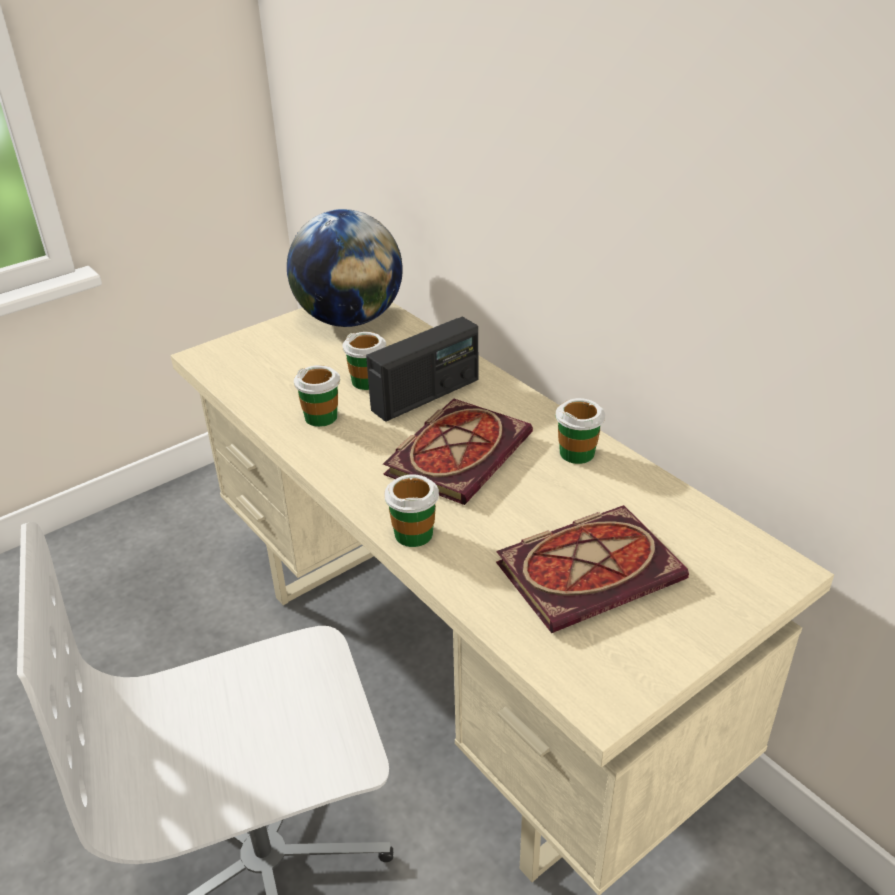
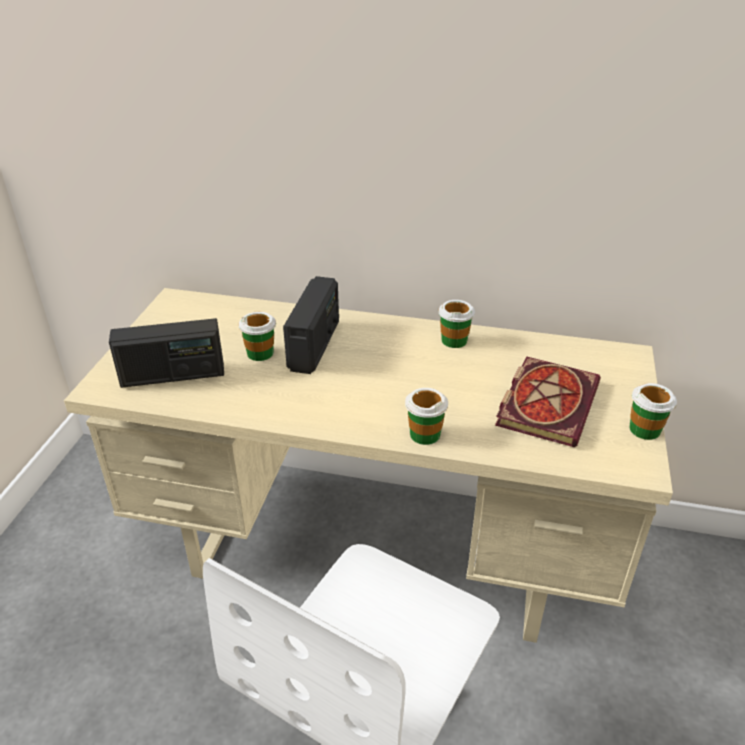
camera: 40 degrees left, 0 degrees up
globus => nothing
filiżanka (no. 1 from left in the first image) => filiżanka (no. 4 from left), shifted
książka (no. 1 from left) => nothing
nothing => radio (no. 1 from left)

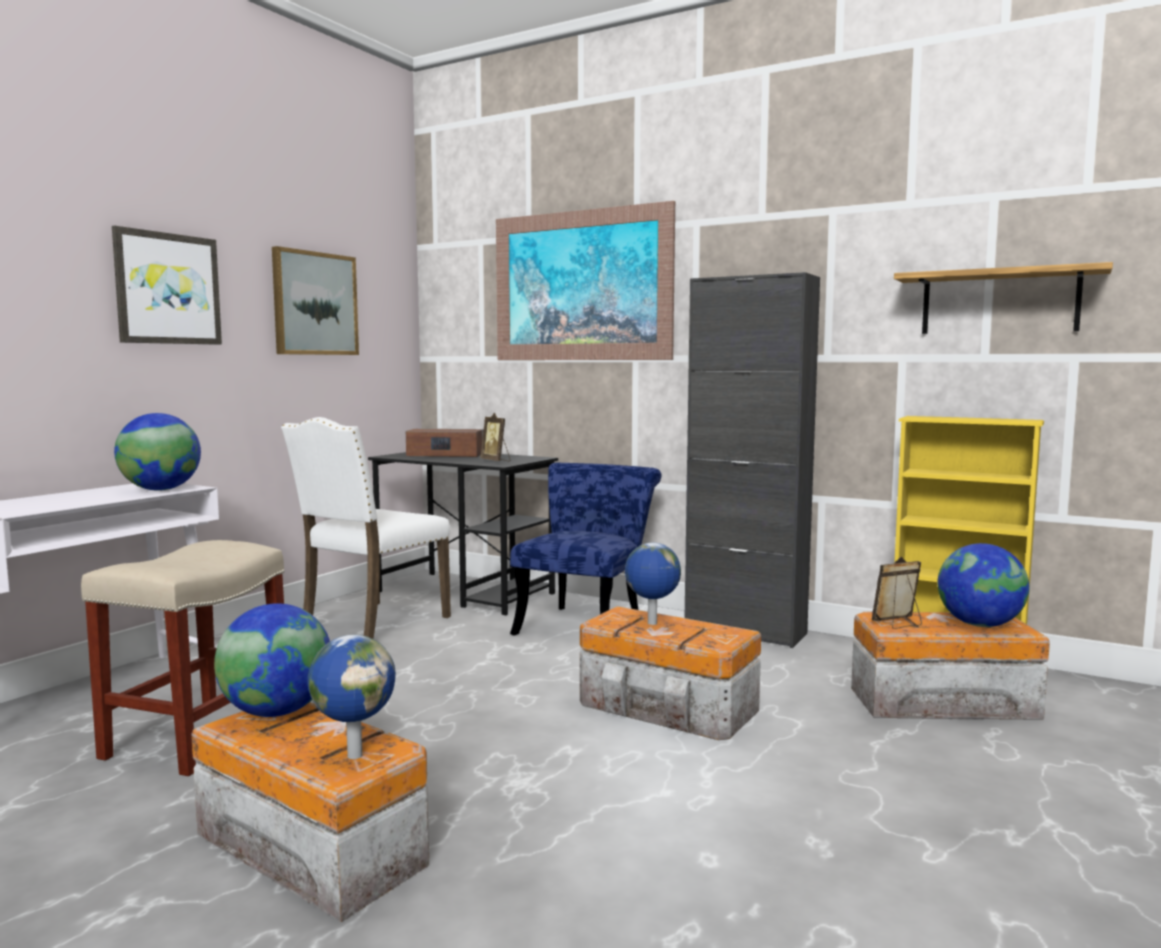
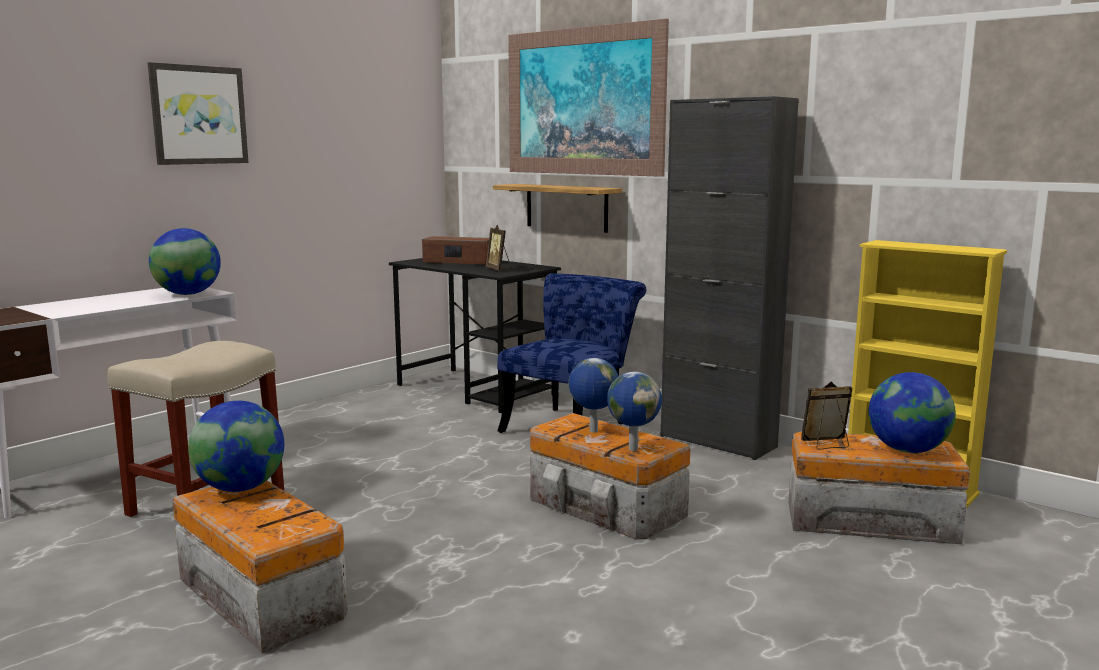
camera: 10 degrees right, 5 degrees up
obraz (no. 2 from left) => nothing
krzesło [biały] => nothing
globus (no. 3 from left in the first image) => globus (no. 4 from left), shifted
półka, shifted

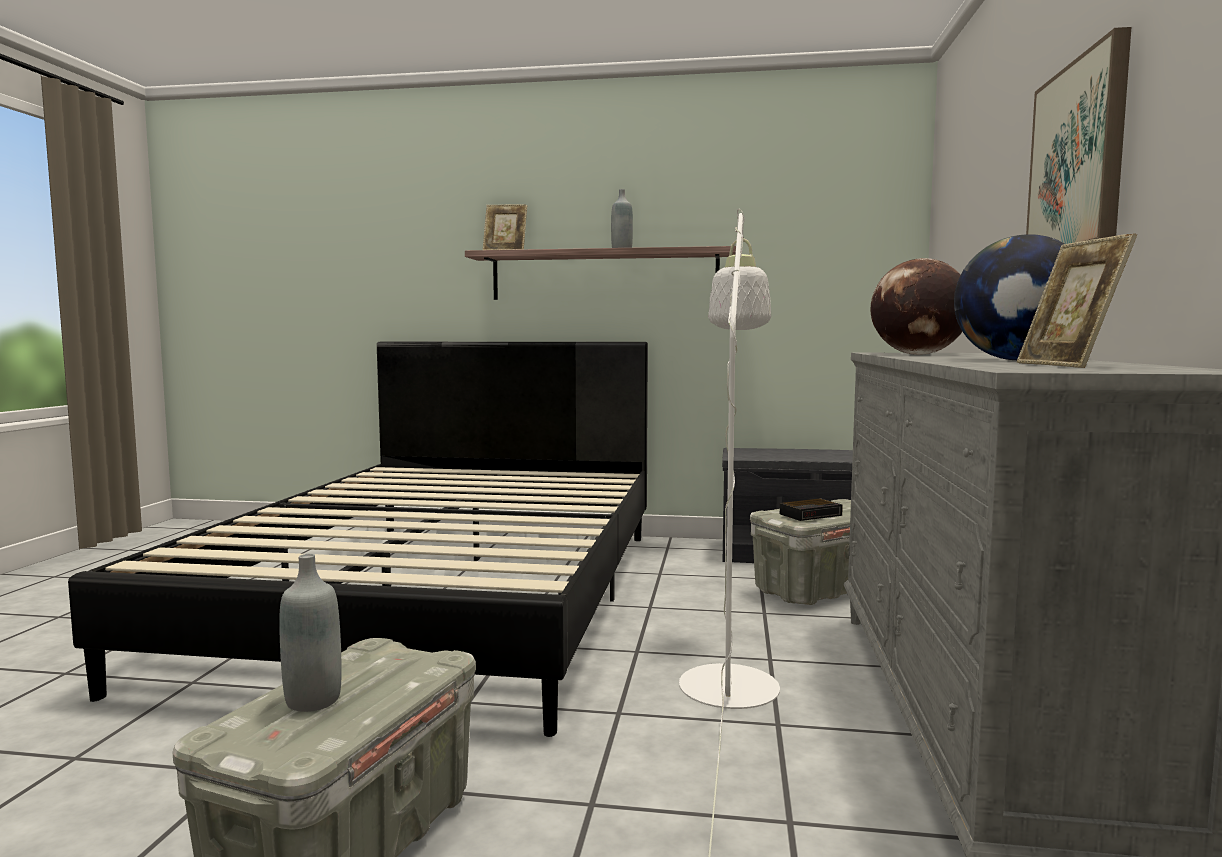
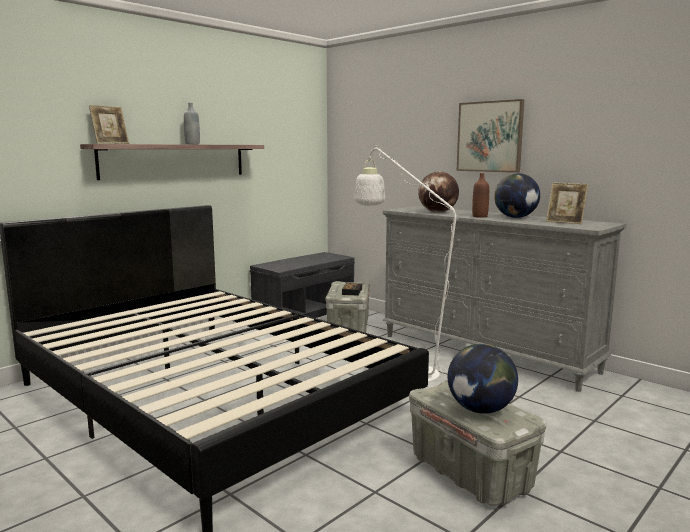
camera: 55 degrees left, 5 degrees up
butelka [szary] (no. 1 from left) => globus (no. 2 from left)
nothing => butelka [brązowy]

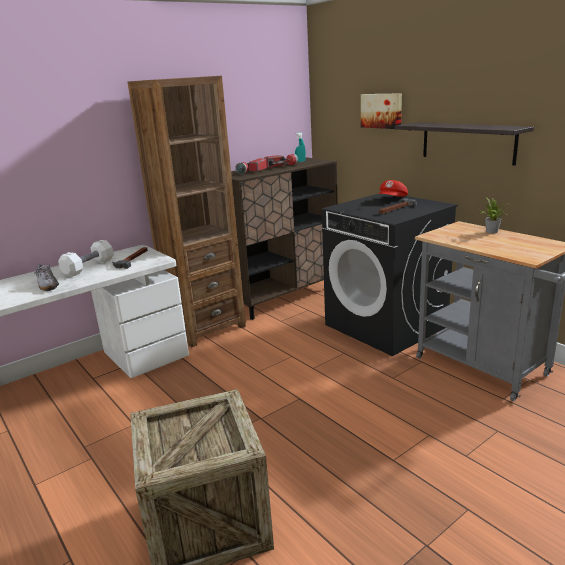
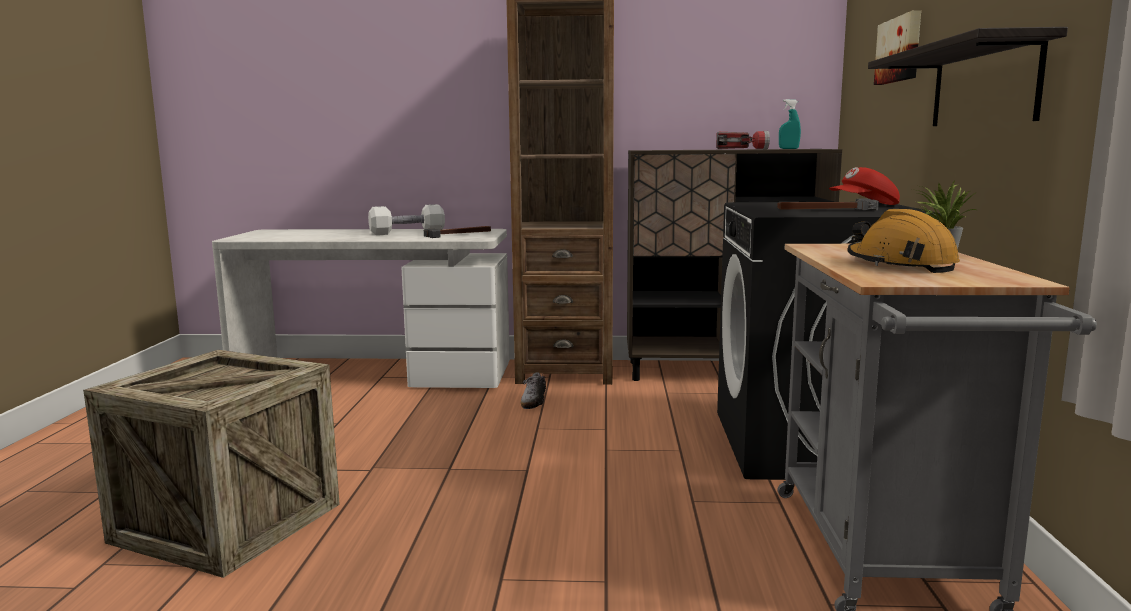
camera: 40 degrees right, 10 degrees down
but, shifted
latarka (no. 1 from left) => nothing
nothing => kask [pomarańczowy]

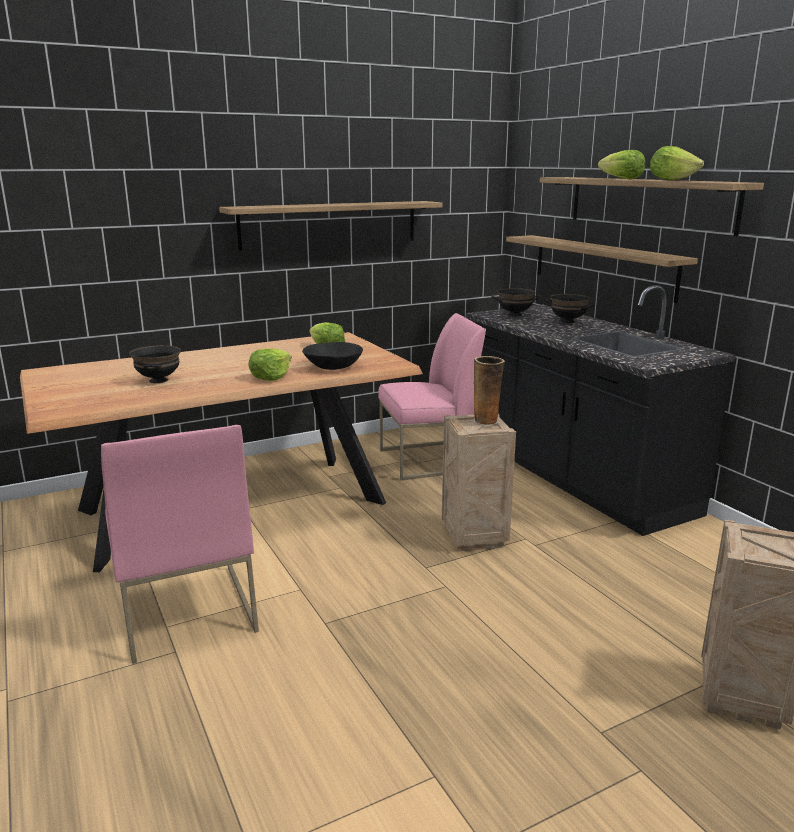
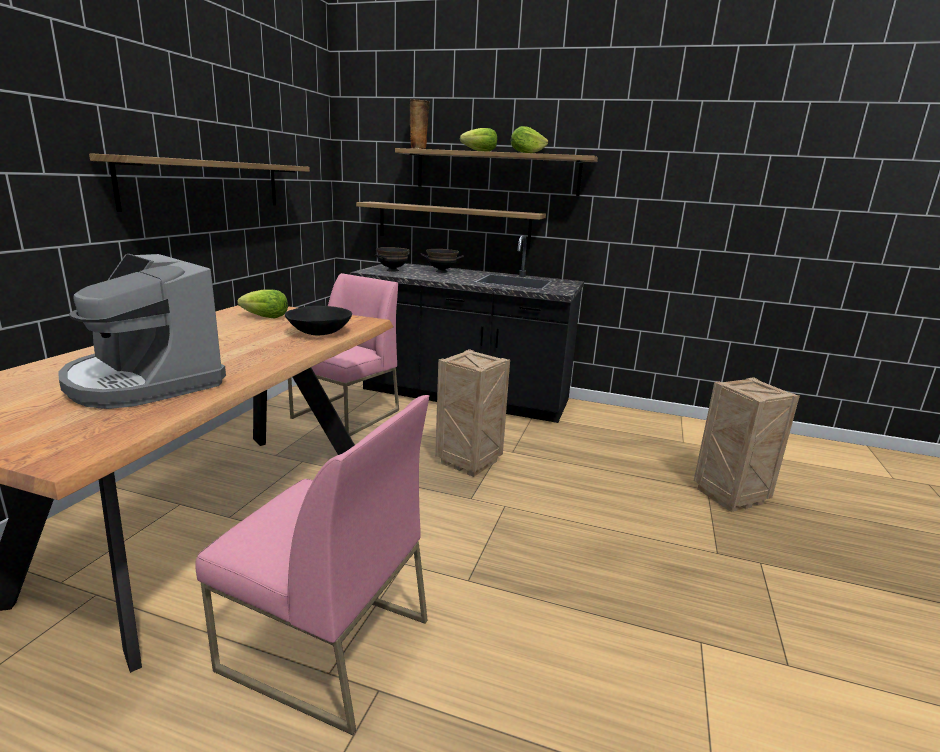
camera: 45 degrees left, 0 degrees up
miska [czarny] (no. 1 from left) => ekspres do kawy
sałata (no. 1 from left) => nothing
wazon, shifted

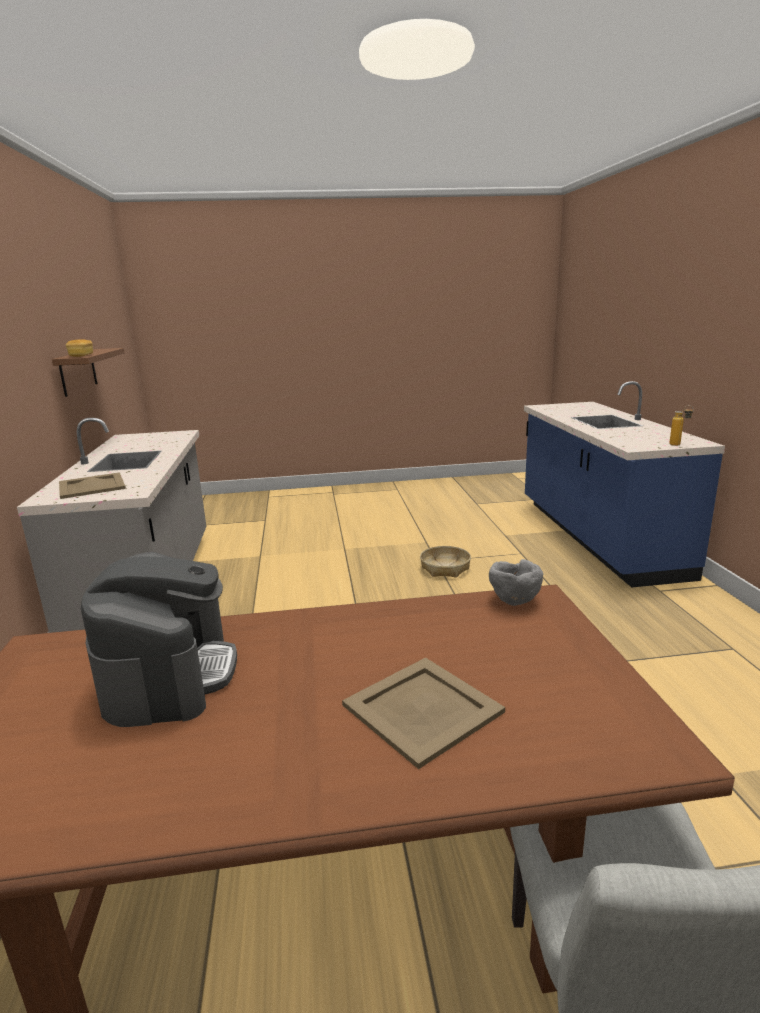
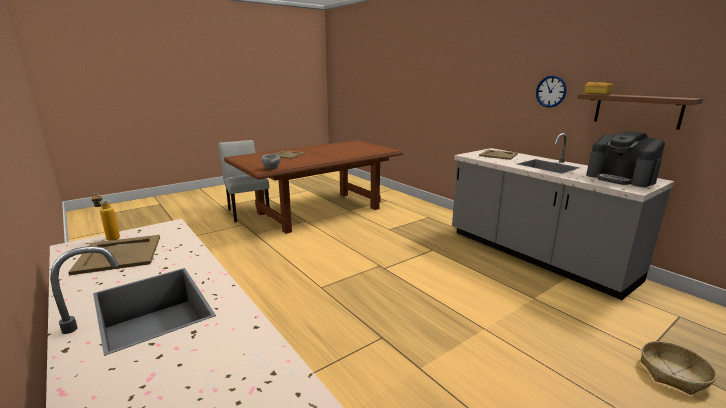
camera: 150 degrees right, 0 degrees up
ekspres do kawy, shifted
koszyk, shifted
nothing => taca [beżowy] (no. 1 from left)
nothing => zegar ścienny

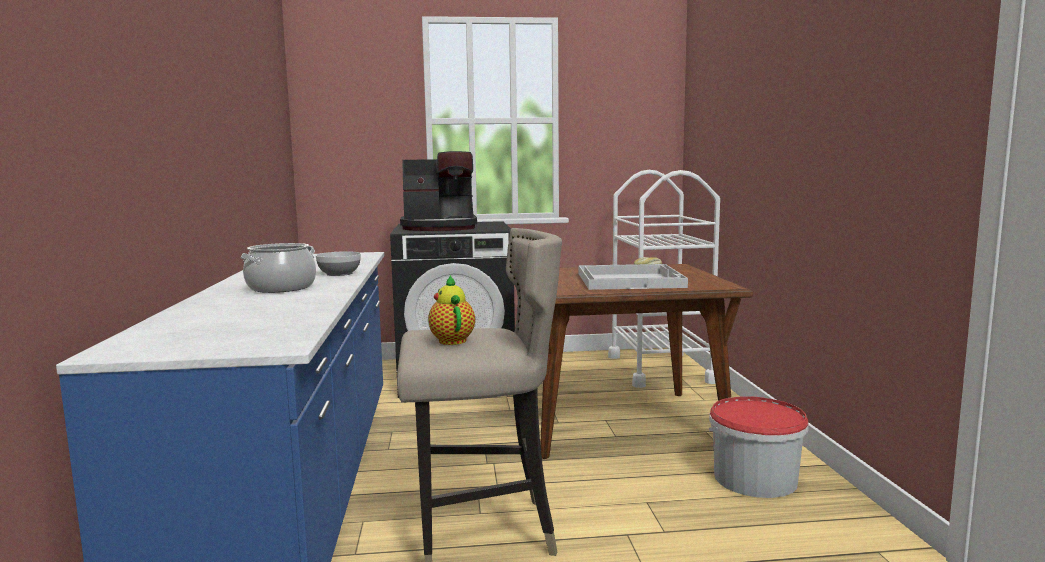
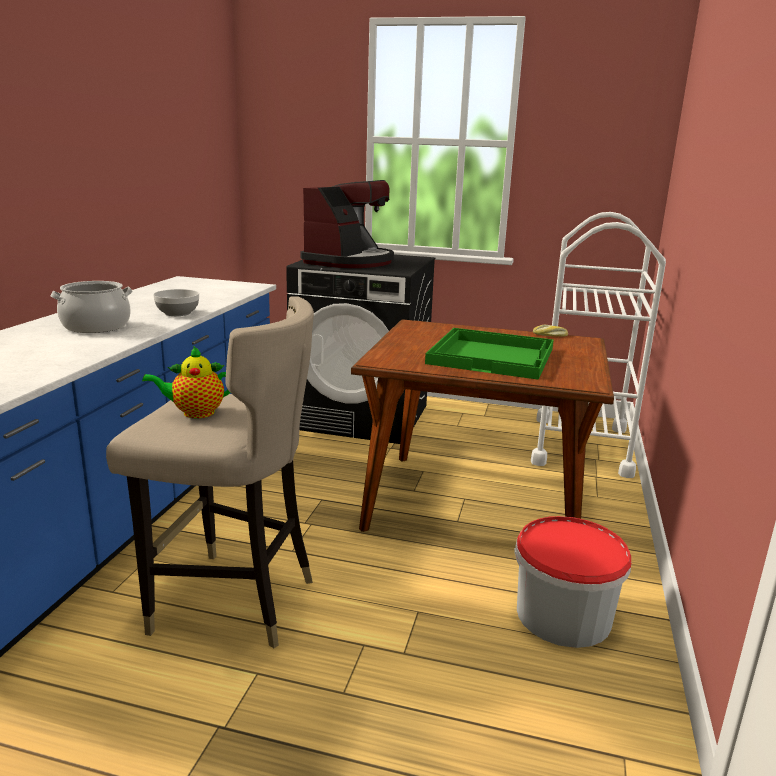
camera: 20 degrees right, 10 degrees up
ekspres do kawy, 75 degrees counterclockwise
imbryk, 105 degrees counterclockwise
taca [biały] => taca [zielony]

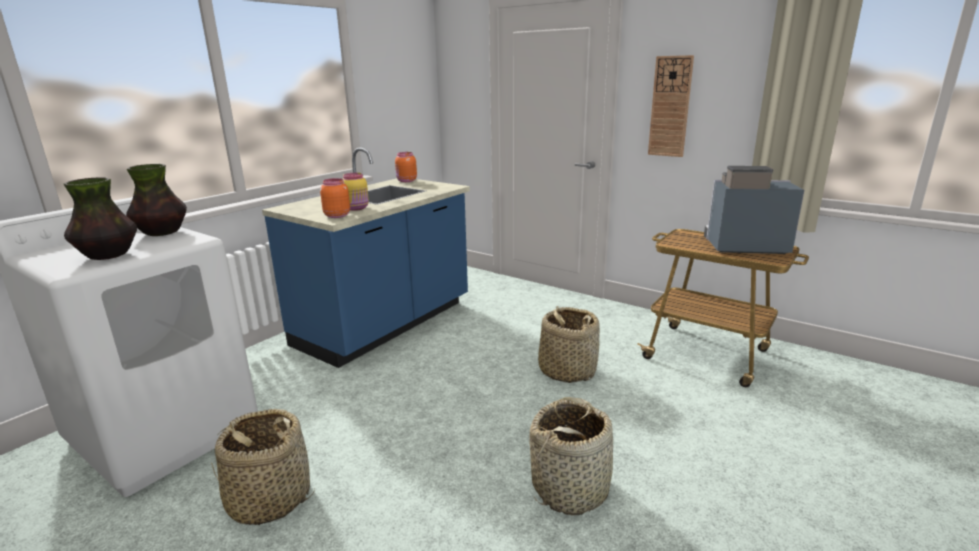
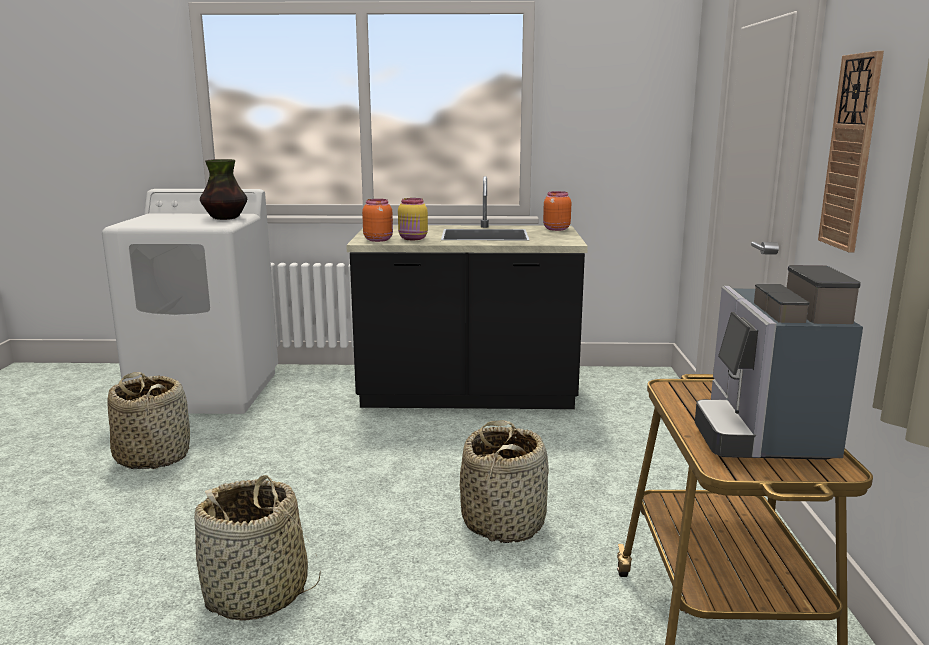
camera: 55 degrees right, 5 degrees down
wazon (no. 1 from left) => nothing
zabudowa kuchenna [niebieski] => zabudowa kuchenna [czarny]
ekspres do kawy, 150 degrees counterclockwise

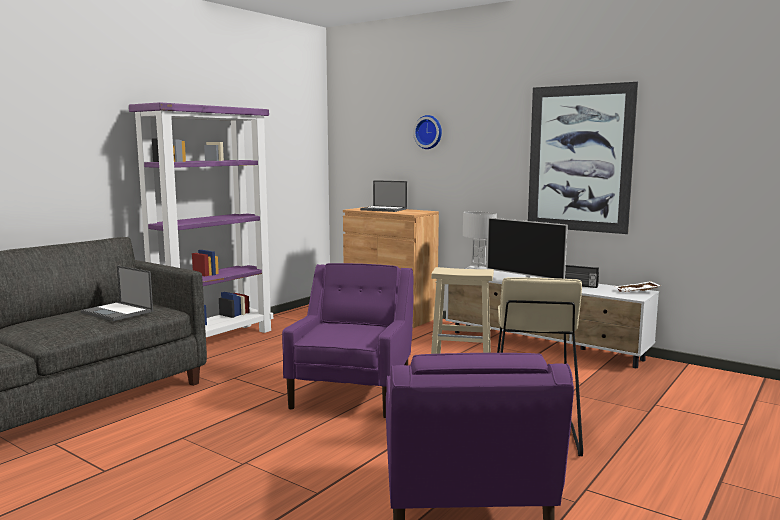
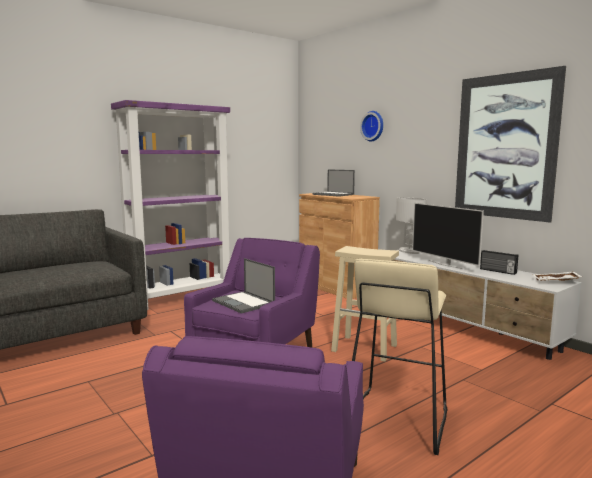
camera: 15 degrees right, 0 degrees up
laptop (no. 1 from left), shifted

